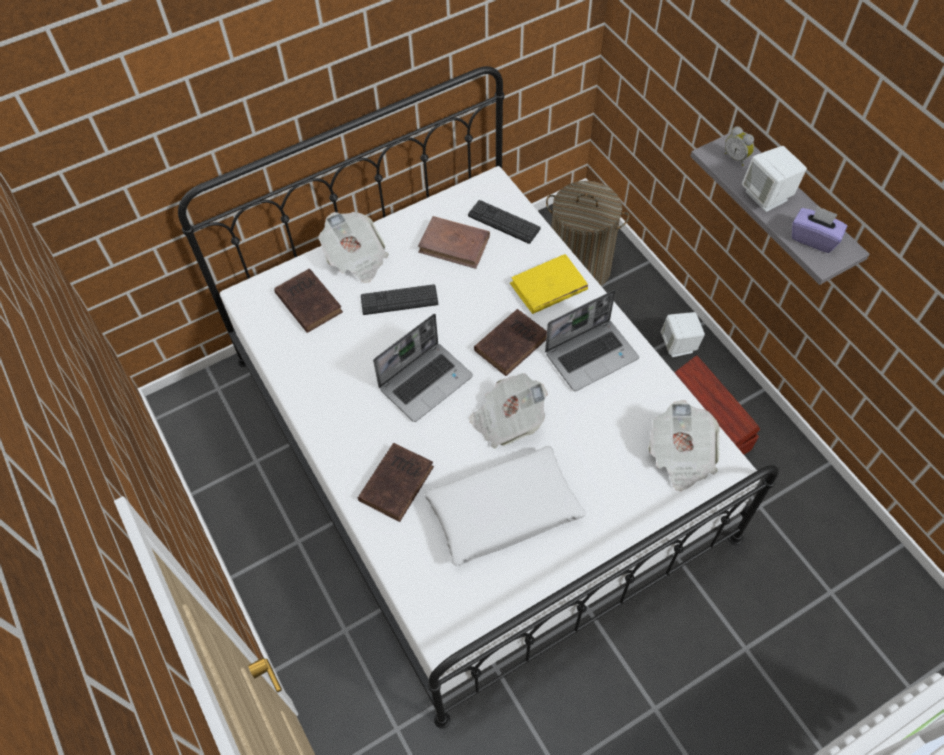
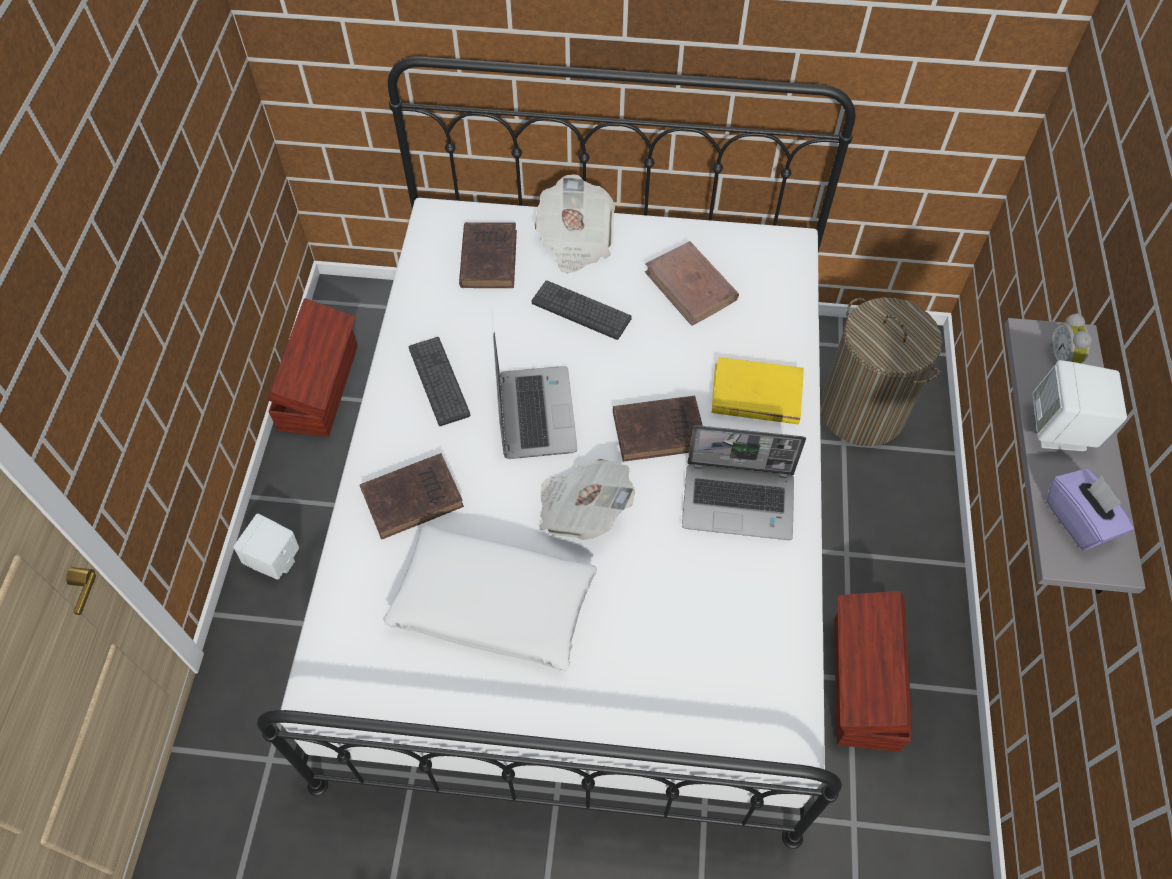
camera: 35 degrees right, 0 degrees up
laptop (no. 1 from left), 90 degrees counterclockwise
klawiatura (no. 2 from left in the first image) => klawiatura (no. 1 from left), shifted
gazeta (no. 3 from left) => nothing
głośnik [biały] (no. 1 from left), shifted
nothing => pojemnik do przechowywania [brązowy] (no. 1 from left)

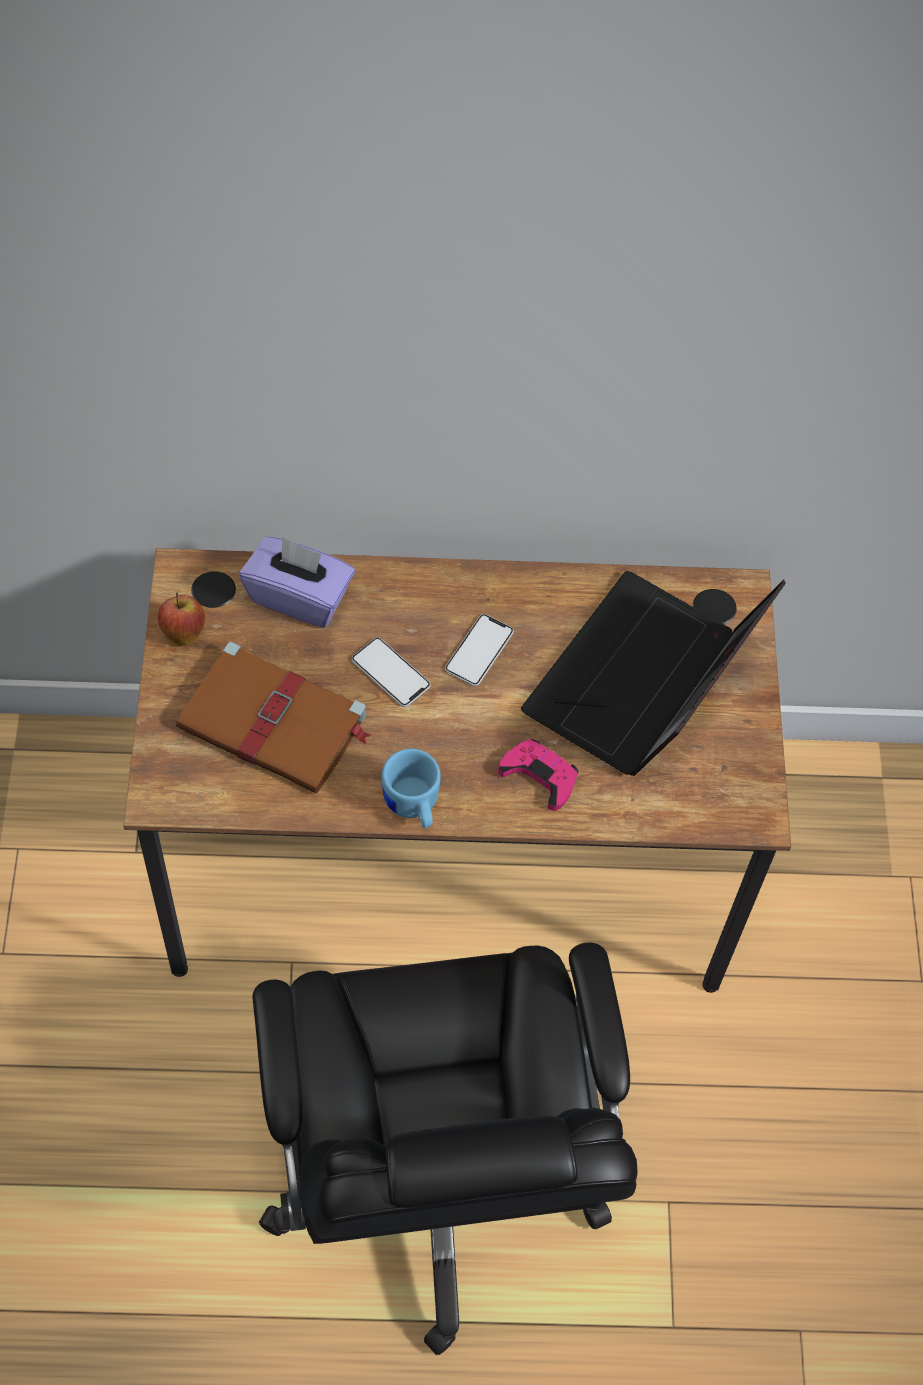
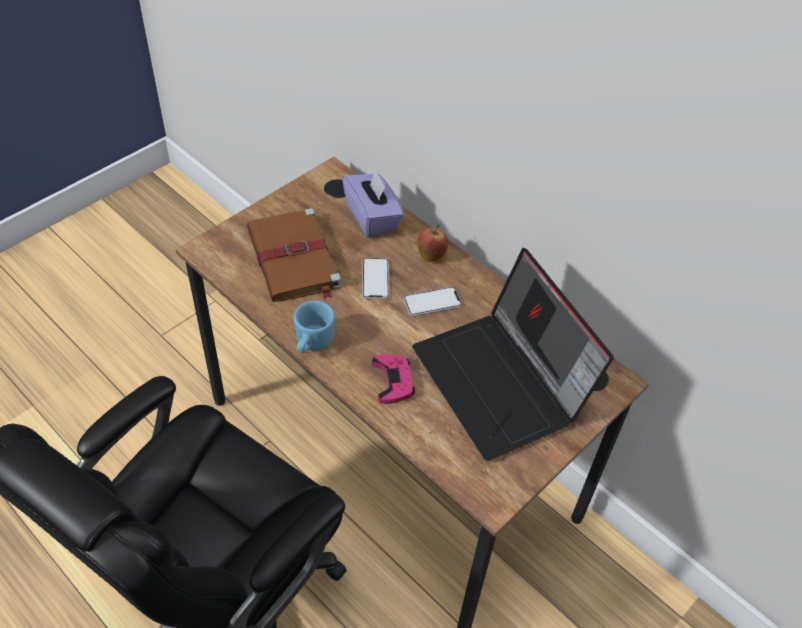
camera: 45 degrees right, 10 degrees down
jabłko, shifted
laptop, 105 degrees counterclockwise

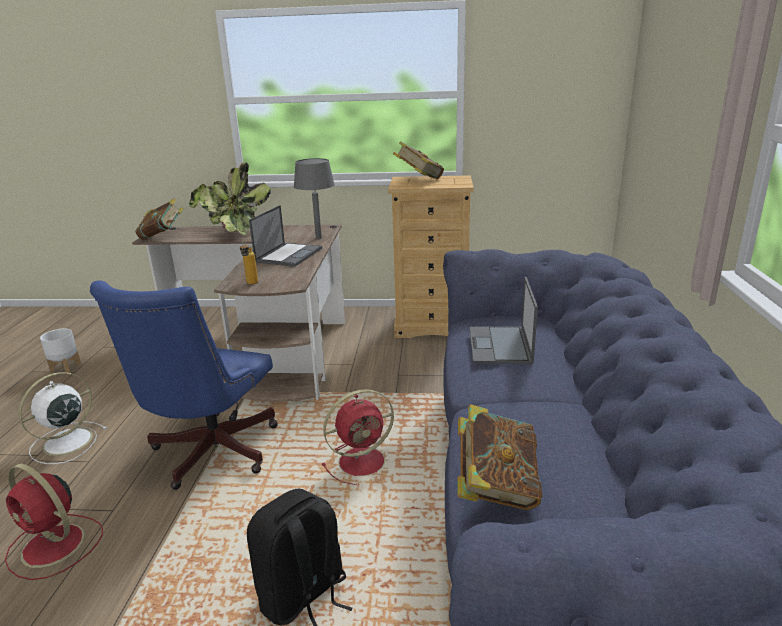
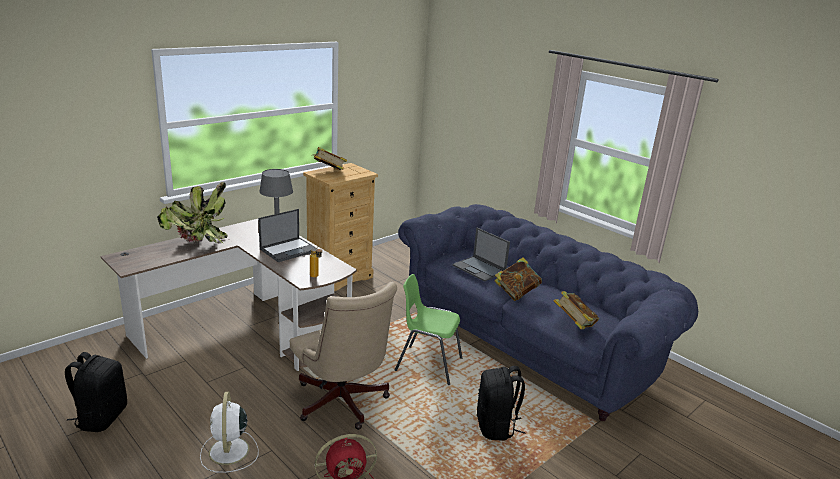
camera: 50 degrees left, 0 degrees up
donica [biały] => plecak [czarny] (no. 1 from left)
krzesło biurowe [niebieski] => krzesło biurowe [beżowy]
książka (no. 1 from left in the first image) => książka (no. 2 from left), shifted
laptop (no. 1 from left), 75 degrees clockwise
wentylator [czerwony] (no. 2 from left) => krzesło [zielony]

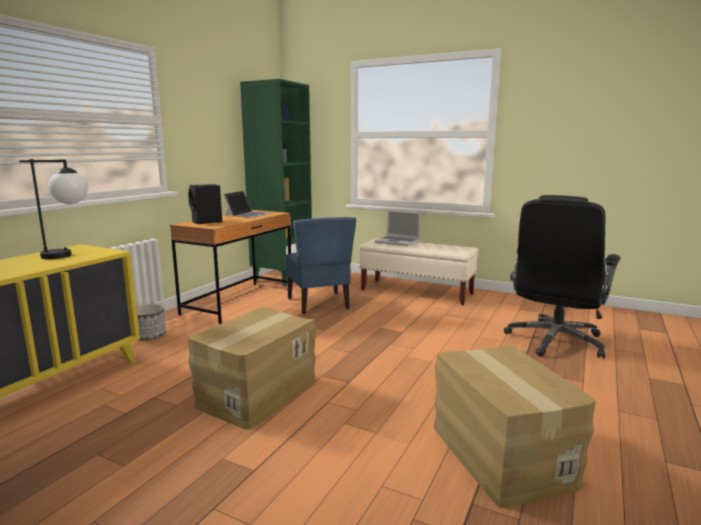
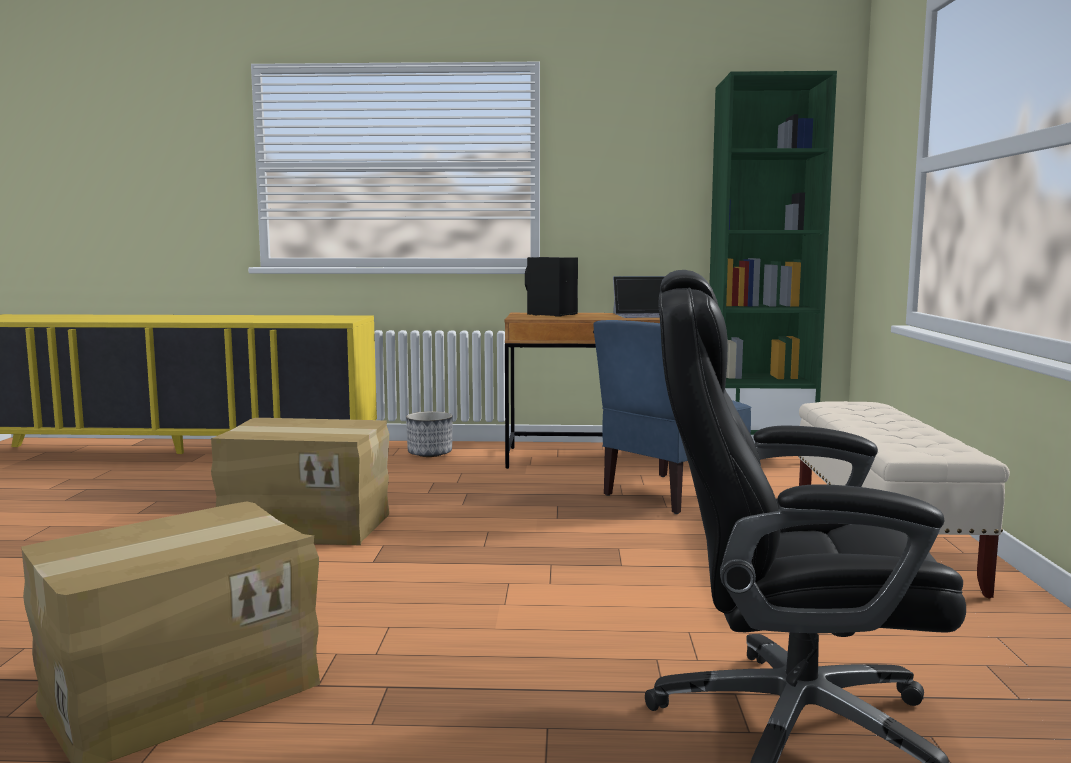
camera: 65 degrees right, 5 degrees down
lampa stołowa => nothing
laptop (no. 2 from left) => nothing

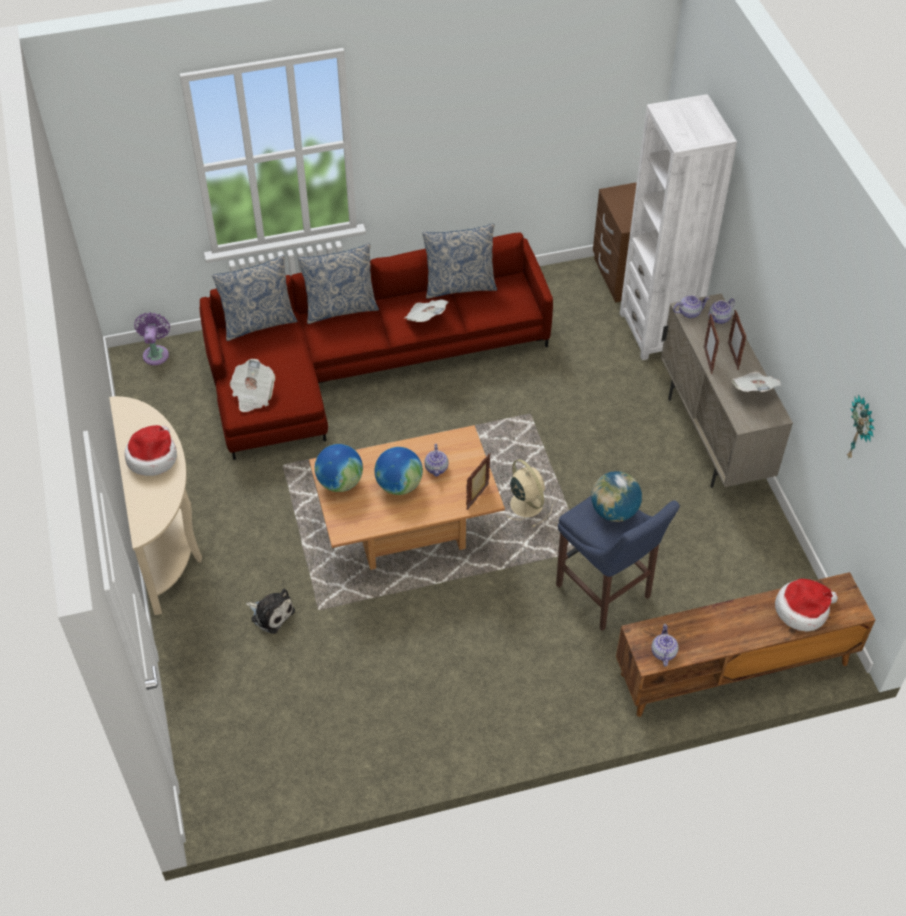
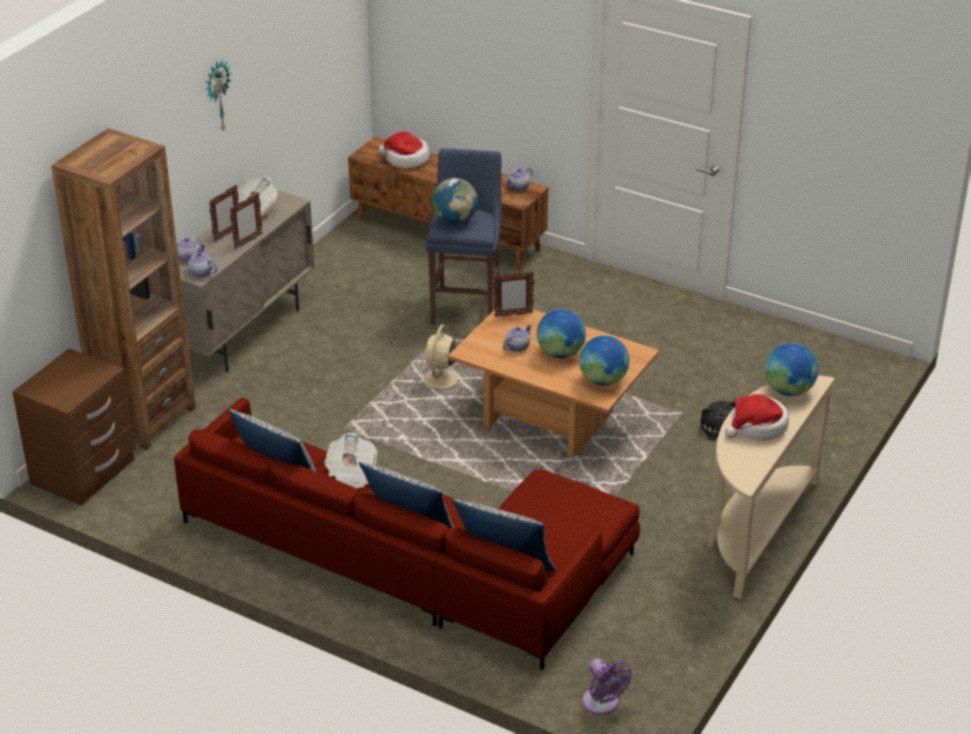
camera: 135 degrees left, 15 degrees down
wentylator [fioletowy], 75 degrees counterclockwise
gazeta (no. 1 from left) => nothing
regał [biały] => regał [brązowy]
zegar ścienny, shifted
nothing => globus (no. 4 from left)

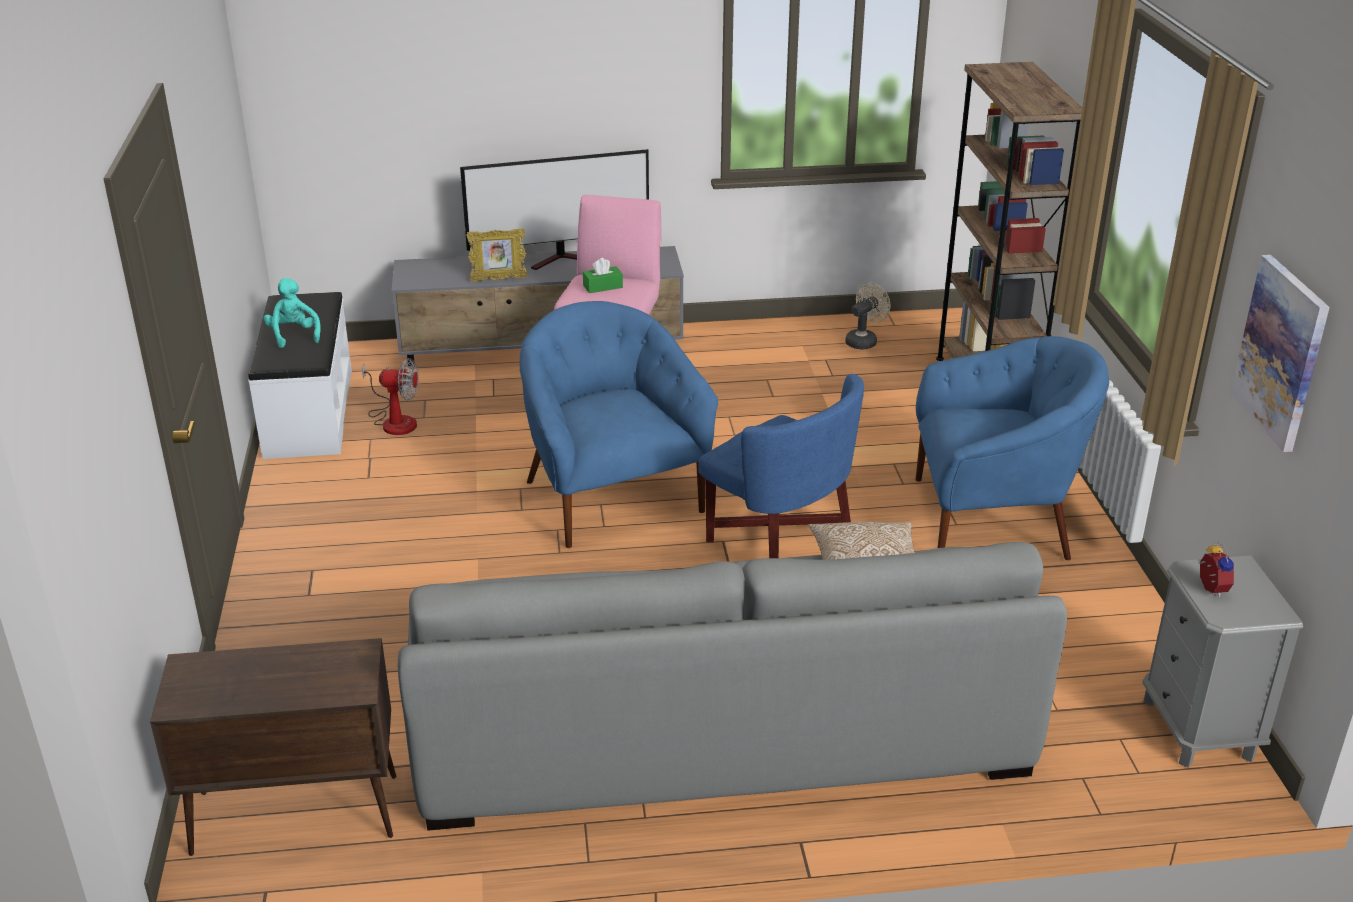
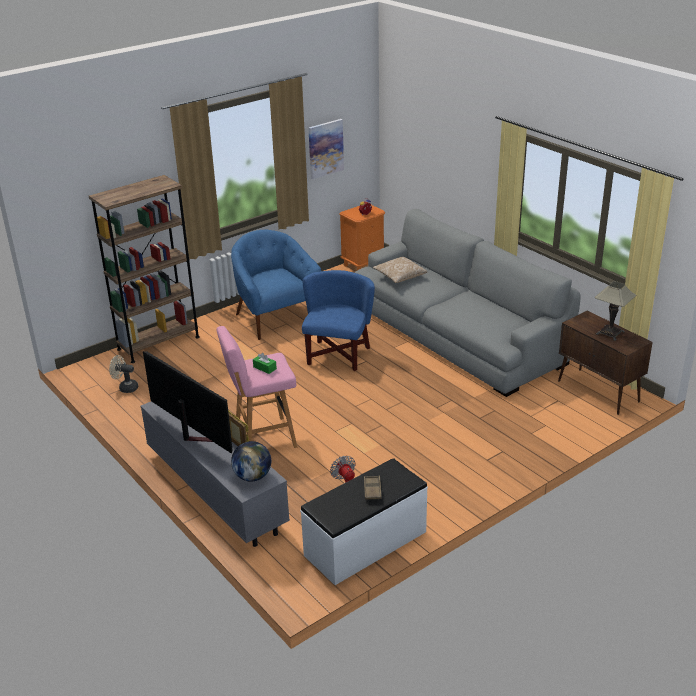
camera: 120 degrees left, 0 degrees up
pluszak [turkusowy] => taca [brązowy]
fotel [niebieski] (no. 1 from left) => nothing
szafka nocna [szary] => szafka nocna [pomarańczowy]
nothing => globus
nothing => lampa stołowa

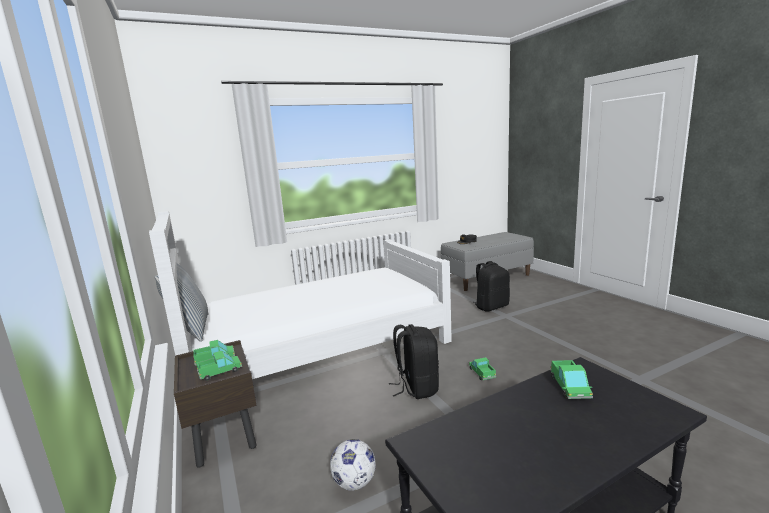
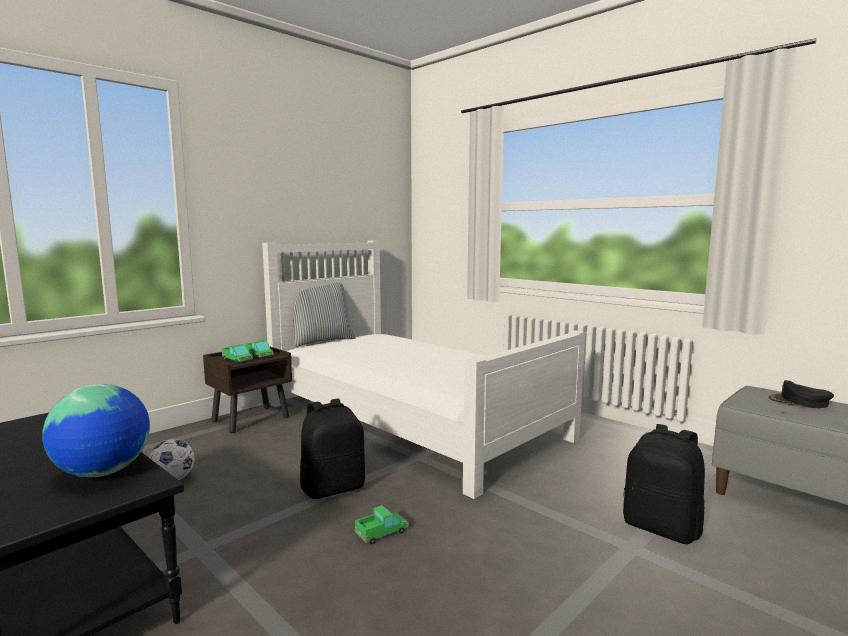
camera: 70 degrees right, 5 degrees down
ciężarówka zabawkowa (no. 4 from left) => globus

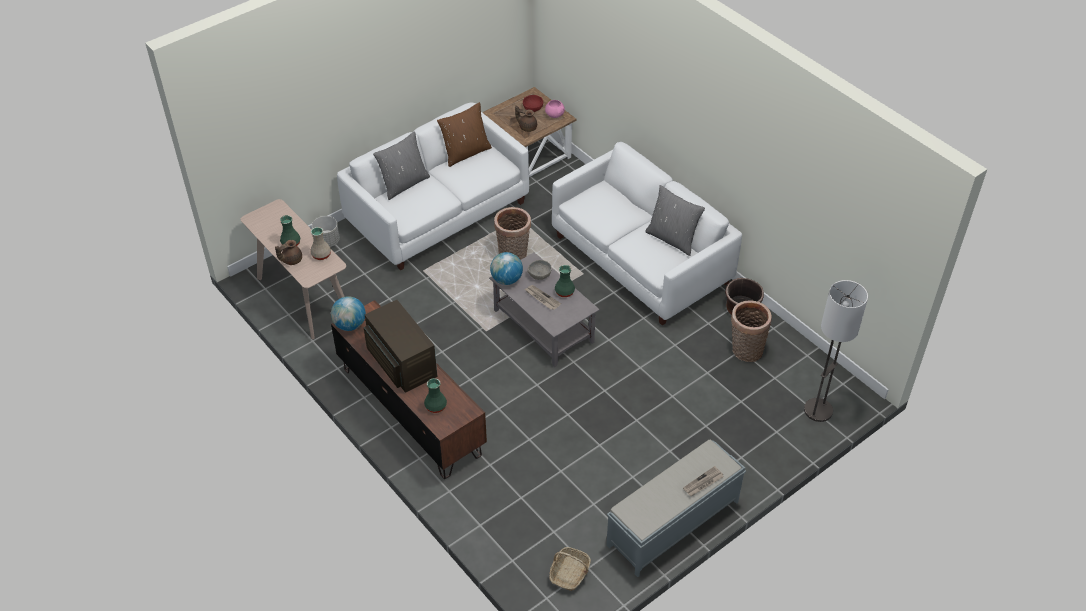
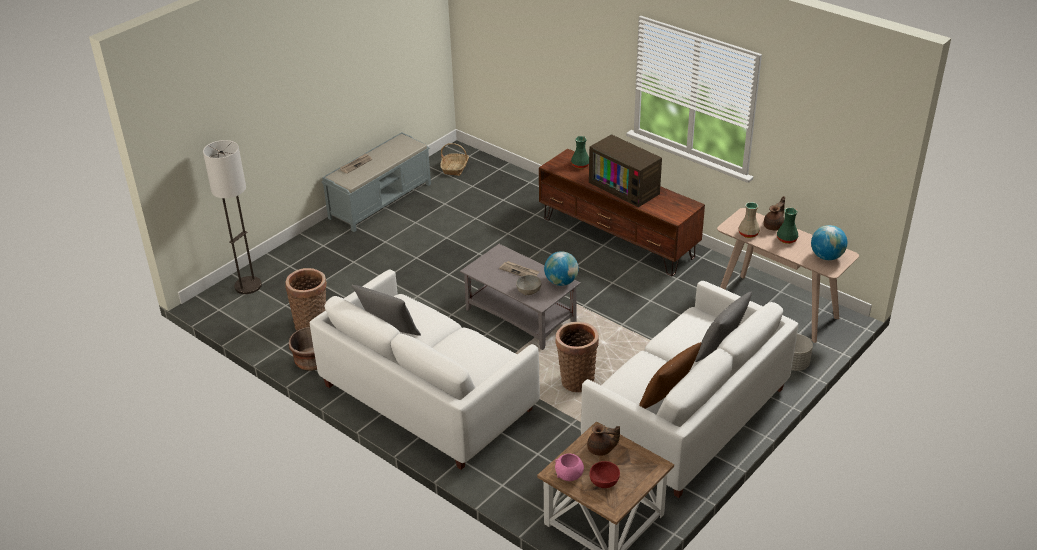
camera: 170 degrees right, 10 degrees down
globus (no. 1 from left in the first image) => globus (no. 2 from left), shifted
wazon [zielony] (no. 3 from left) => nothing

